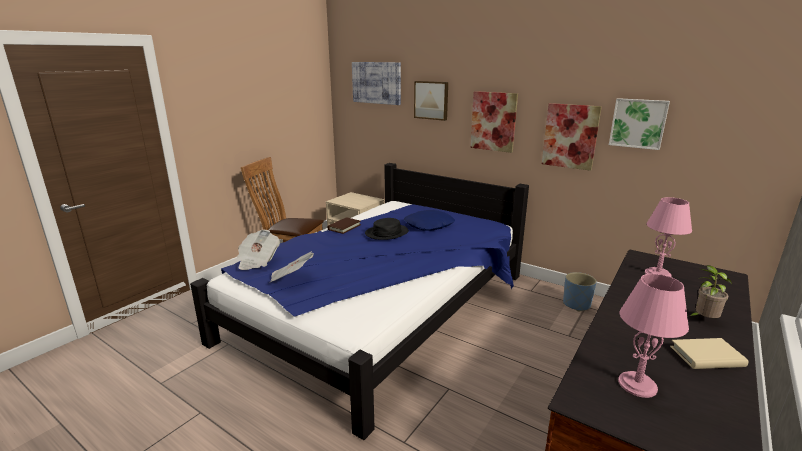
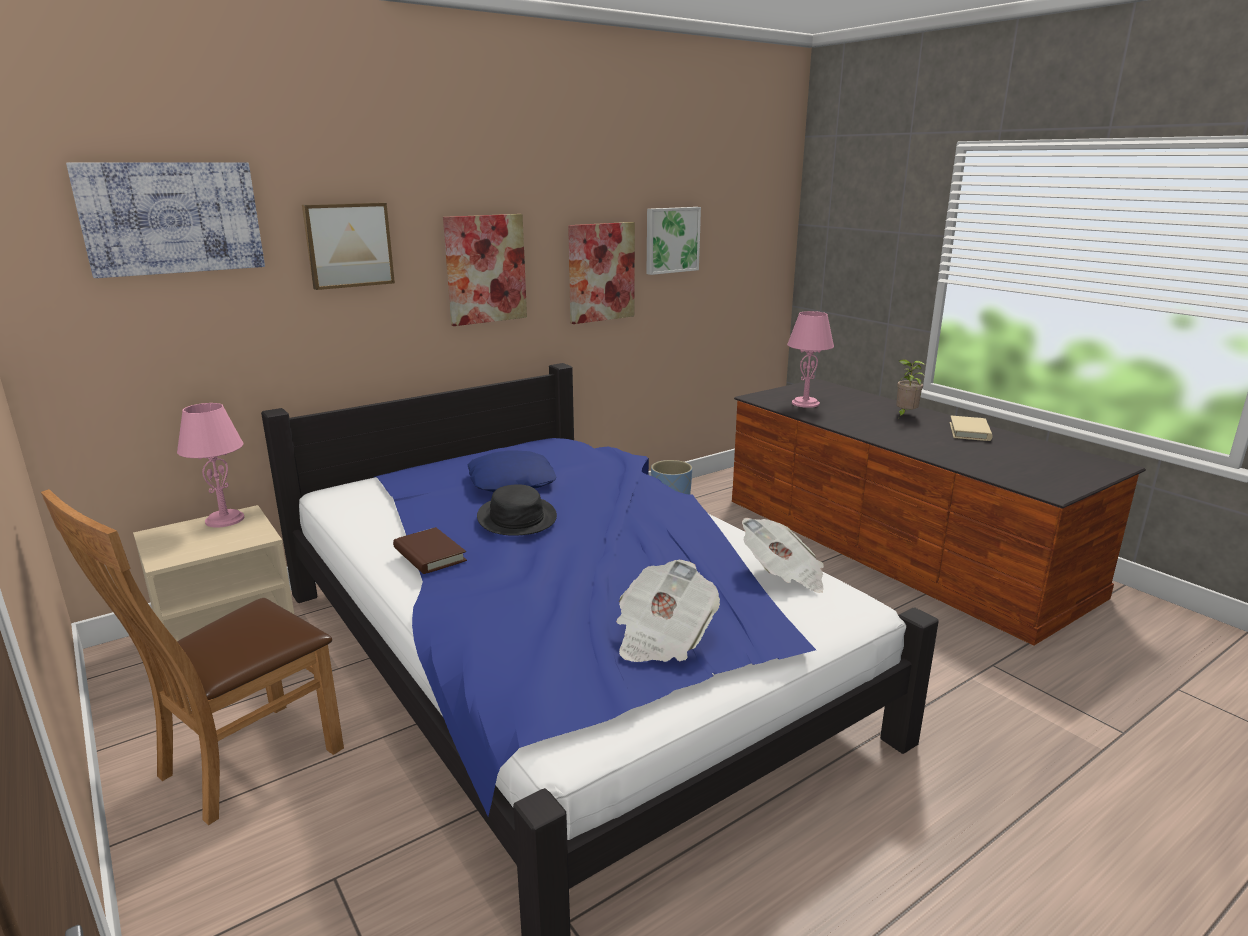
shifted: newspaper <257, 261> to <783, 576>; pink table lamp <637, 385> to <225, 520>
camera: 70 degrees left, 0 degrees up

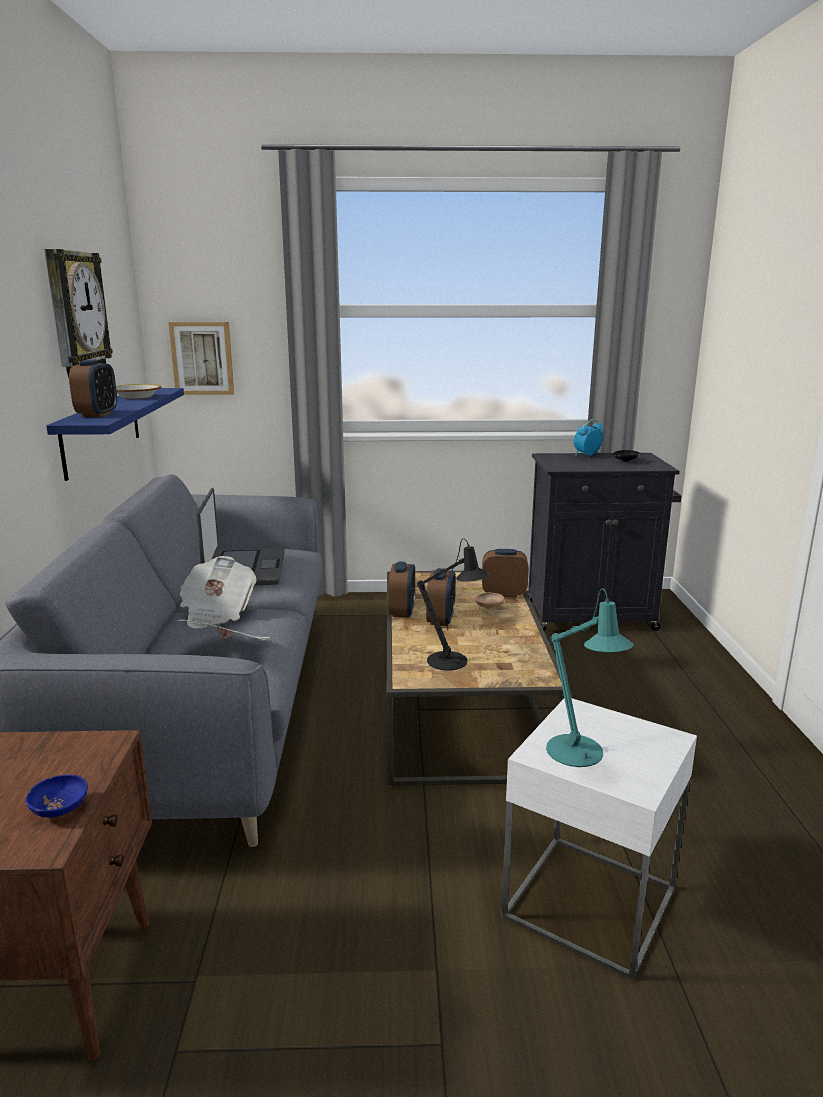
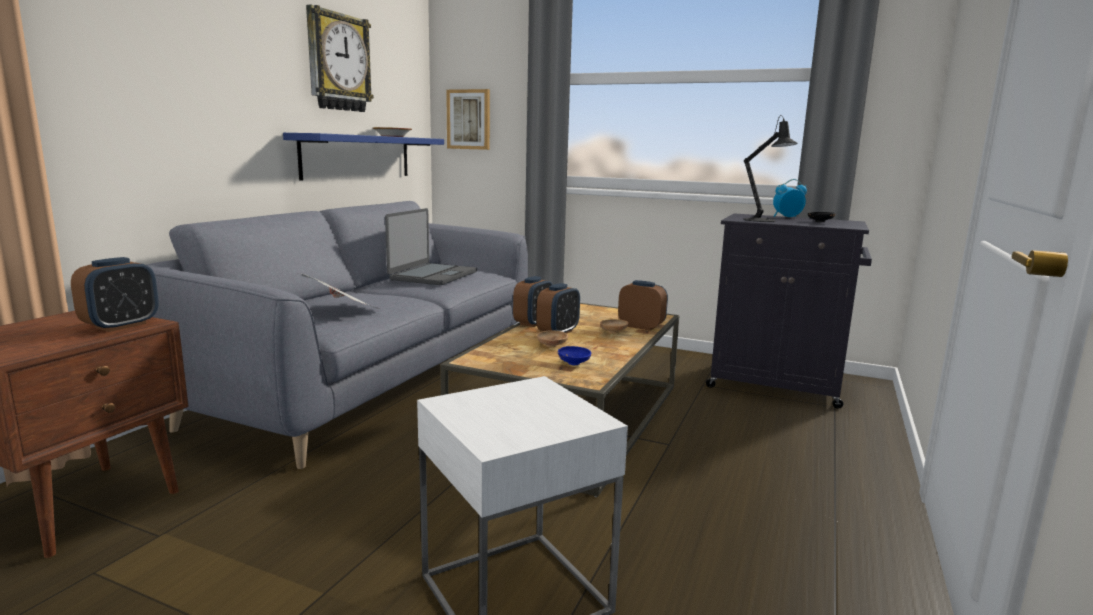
gone: newspaper <217, 612>; turquoise table lamp <579, 755>
new: brown bowl <552, 345>
shifted: alarm clock <97, 414> to <121, 325>; black table lamp <452, 662> to <763, 220>; blue bowl <60, 809> to <574, 363>
camera: 25 degrees right, 5 degrees down

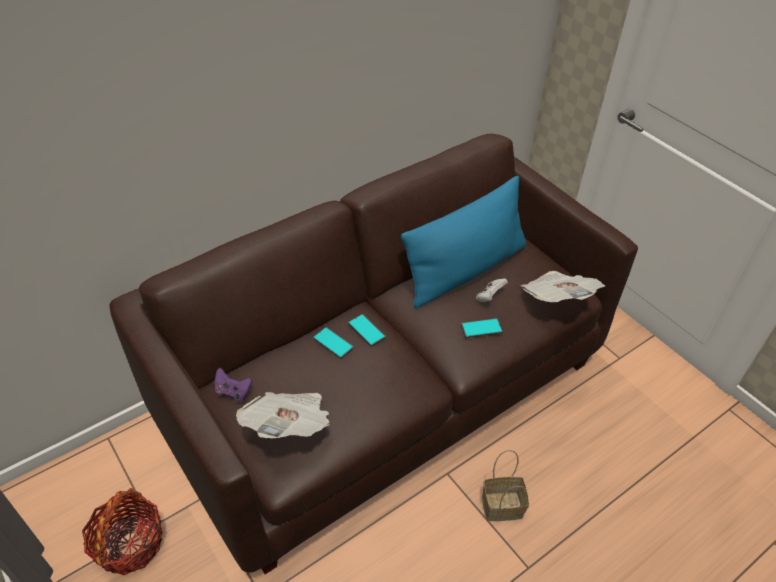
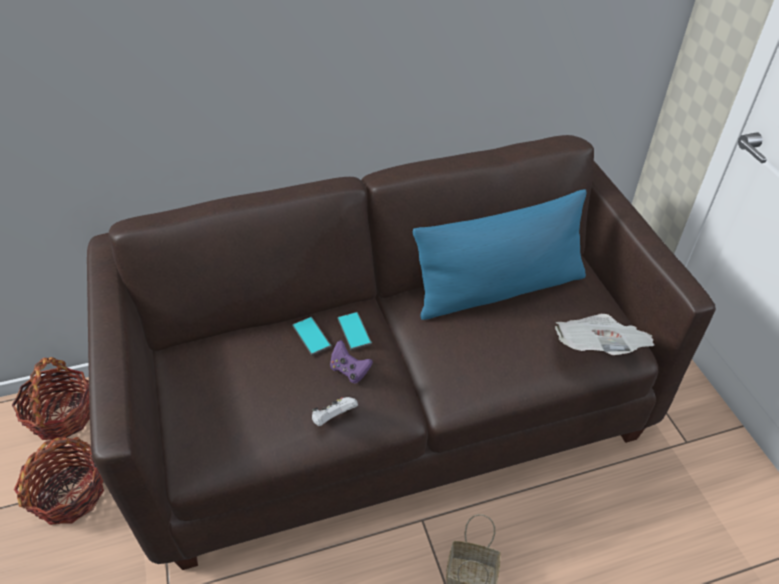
gone: phone <481, 328>; newspaper <289, 426>
new: basket <63, 415>
shifted: white game controller <489, 297> to <333, 418>; purple game controller <233, 392> to <349, 370>
camera: 20 degrees right, 0 degrees up

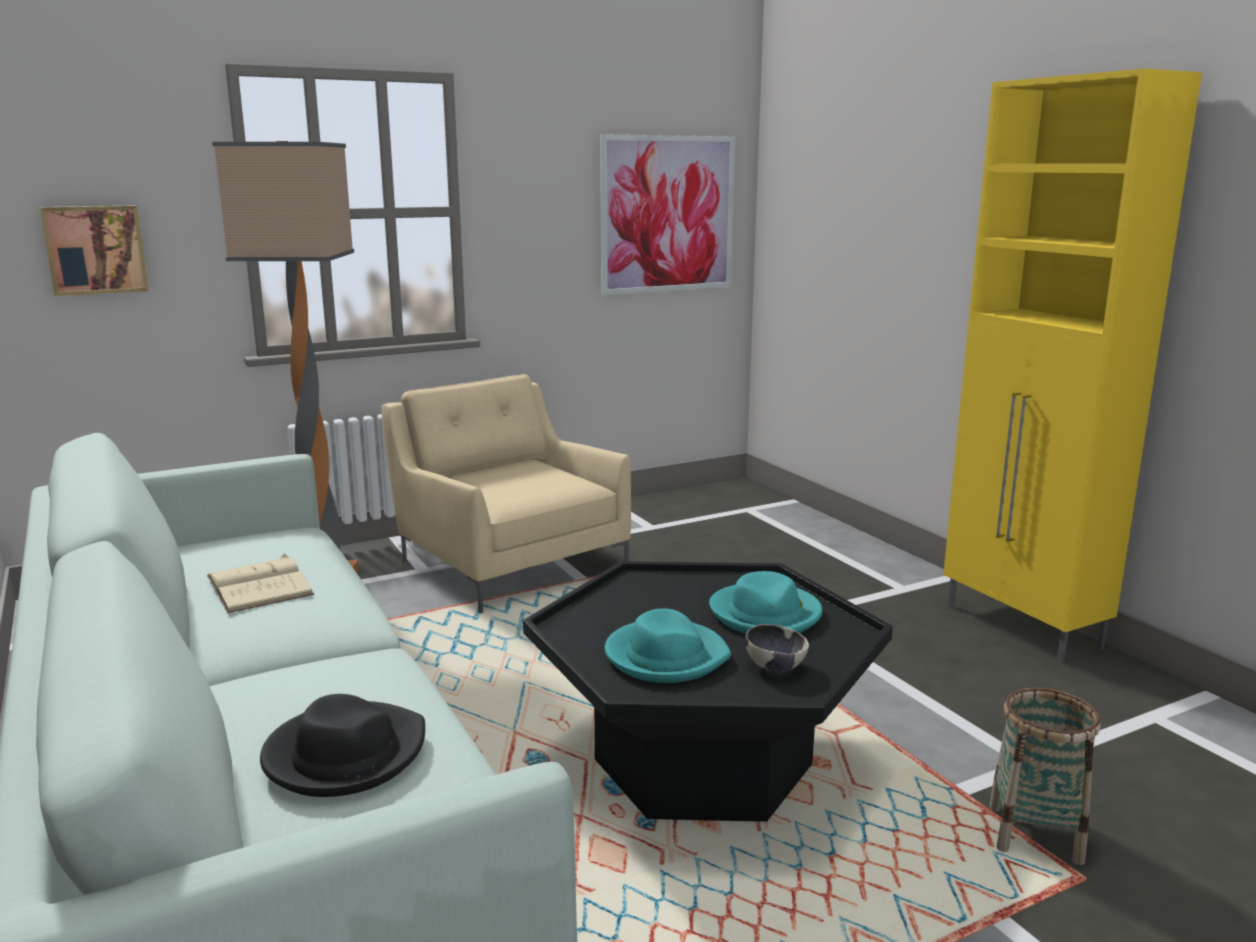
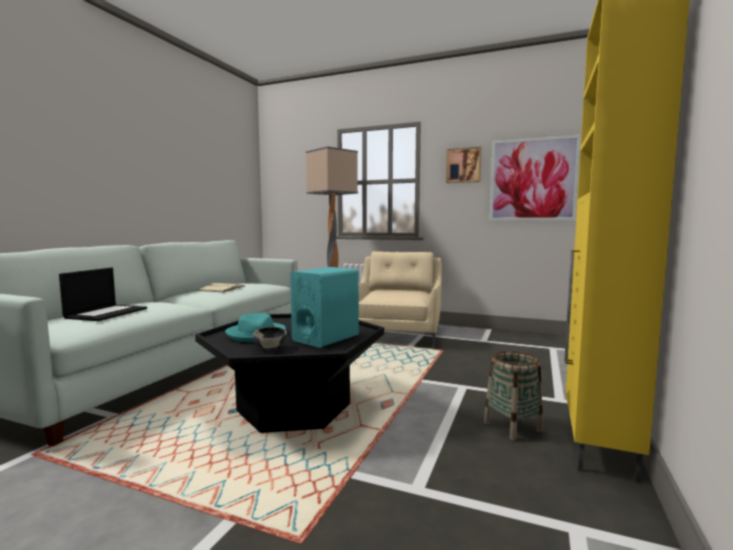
shifted: picture <95, 249> to <463, 165>; basket <1035, 833> to <512, 427>
swapped: turquoise hat <766, 614> to turquoise speaker <326, 338>; black hat <345, 754> to laptop <107, 313>
camera: 50 degrees right, 10 degrees down

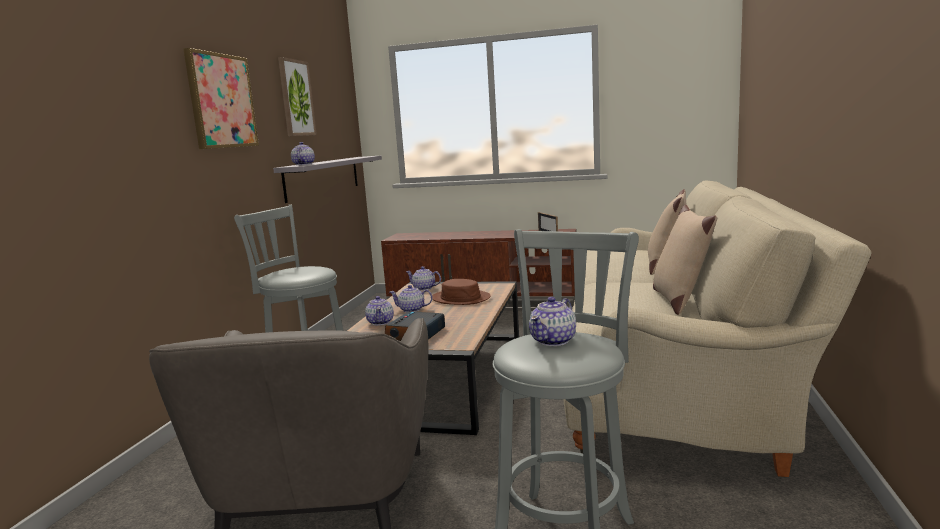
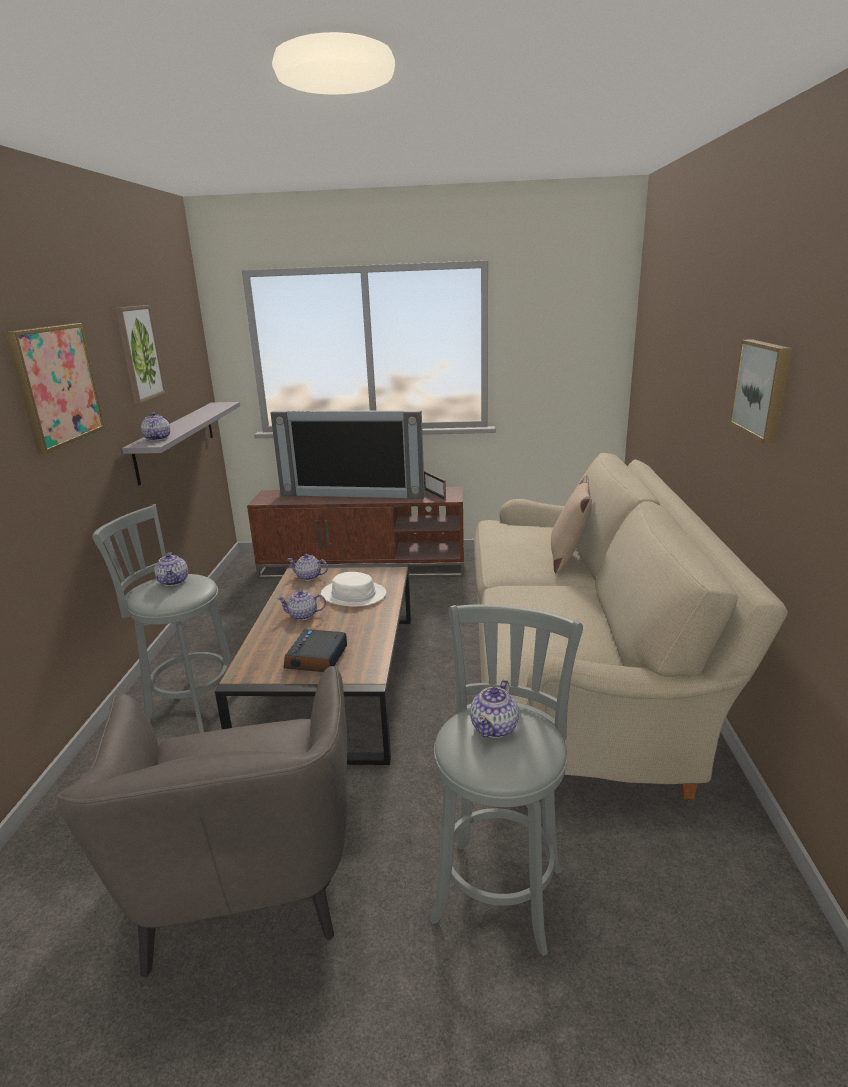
gone: beige pillow <679, 300>
new: picture <763, 389>; television <353, 494>
shifted: teapot <380, 322> to <174, 581>
repainted: brown hat <460, 298> to white hat <353, 594>
camera: 10 degrees left, 10 degrees up

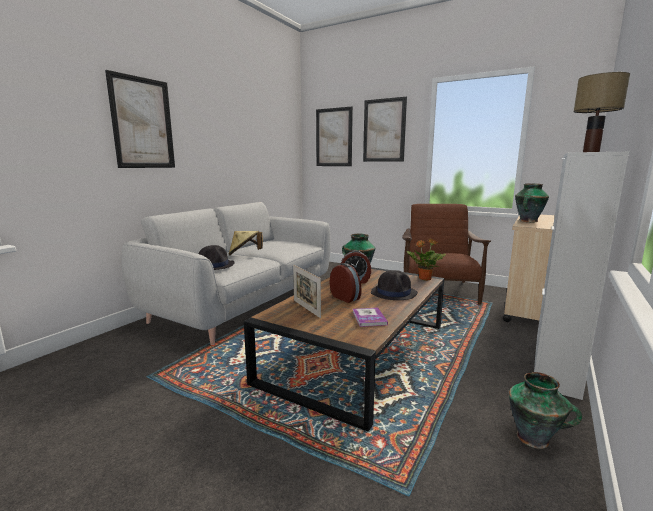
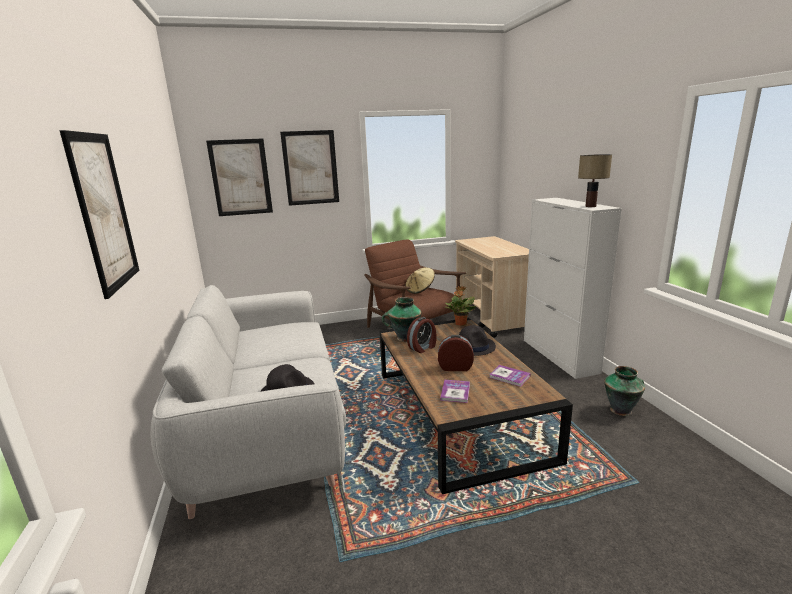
gone: vase <528, 221>
shifted: beige hat <245, 254> to <420, 290>
swapped: picture frame <306, 308> to book <455, 392>
camera: 45 degrees left, 5 degrees up

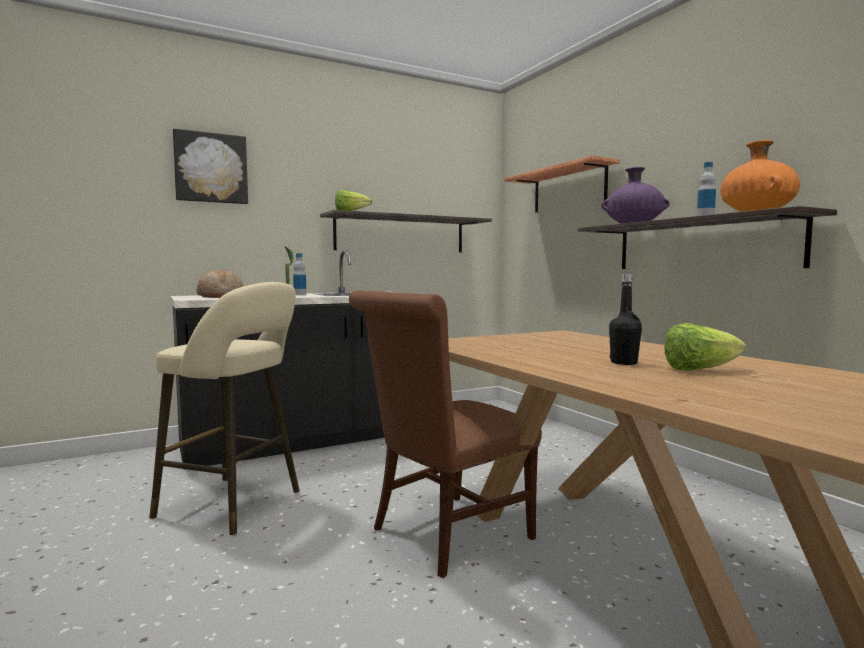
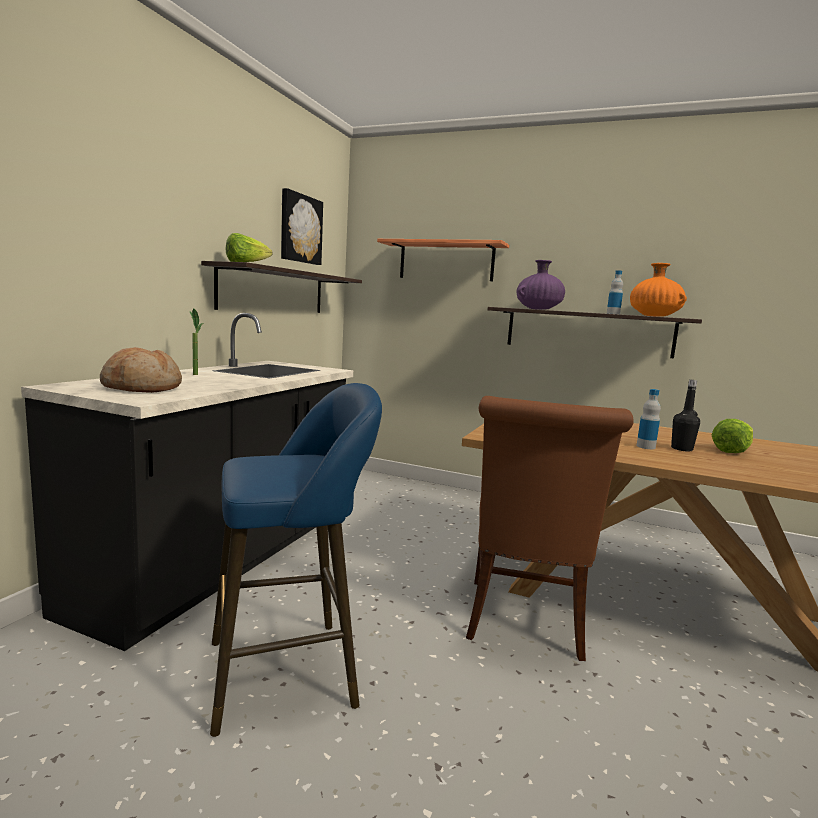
shifted: picture <211, 168> to <300, 229>; bottle <300, 295> to <645, 447>
repainted: beige stool <235, 505> to blue stool <291, 670>
camera: 40 degrees left, 5 degrees up

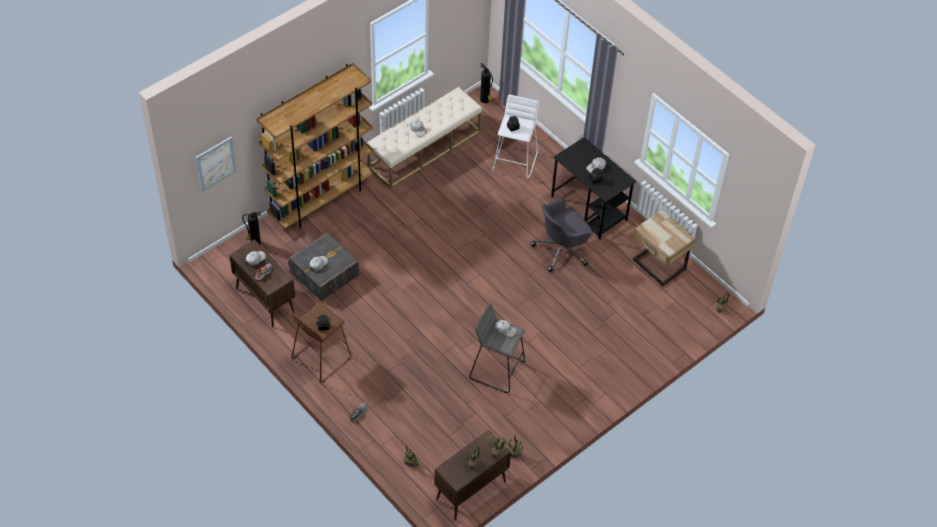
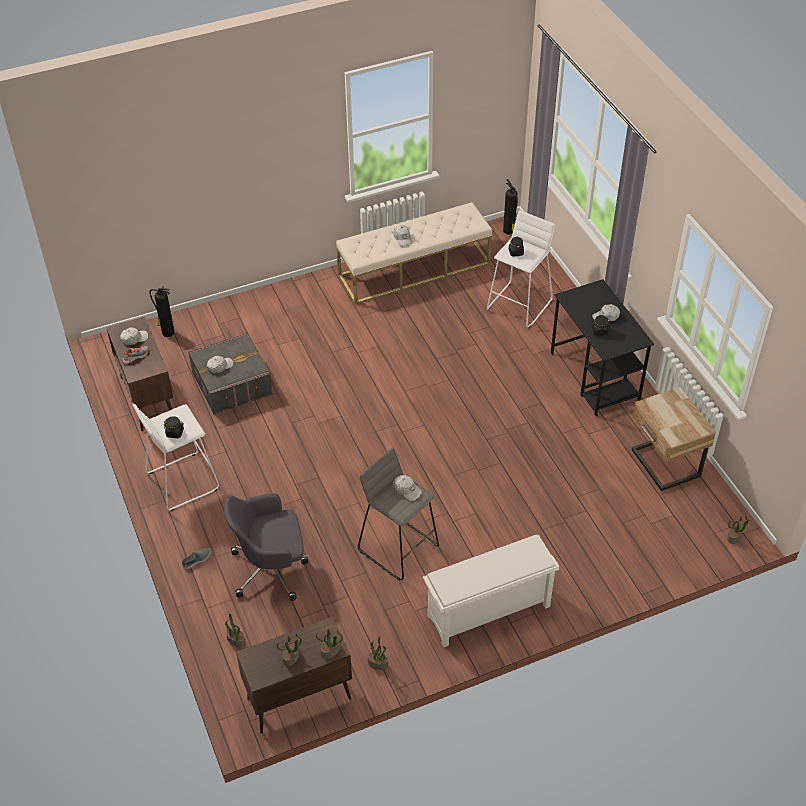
gone: brown bookcase <321, 200>; picture <215, 163>
new: white shoe rack <487, 612>
shifted: grey office chair <562, 250> to <271, 569>
repainted: brown stool <321, 358> to white stool <182, 481>
camera: 20 degrees right, 5 degrees down

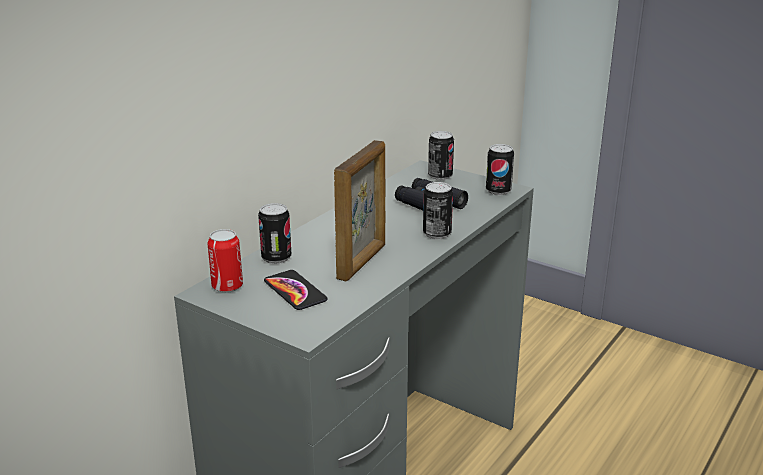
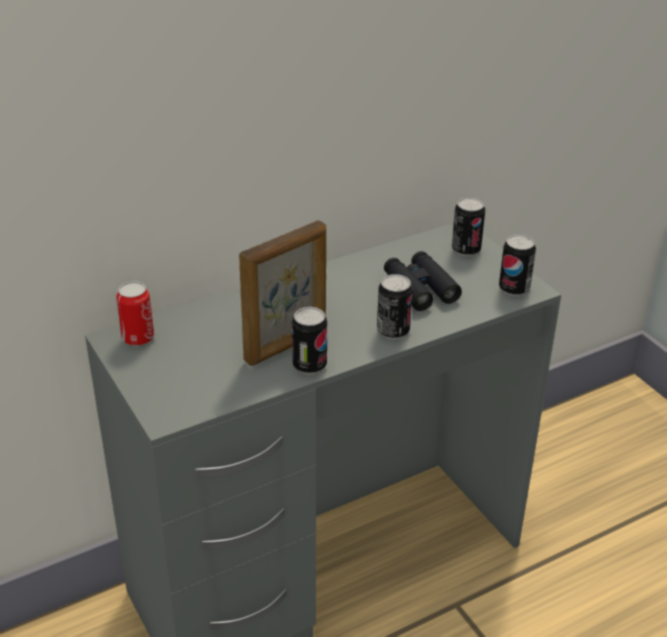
gone: phone <295, 291>
shifted: can <276, 258> to <309, 365>
camera: 25 degrees right, 10 degrees up

